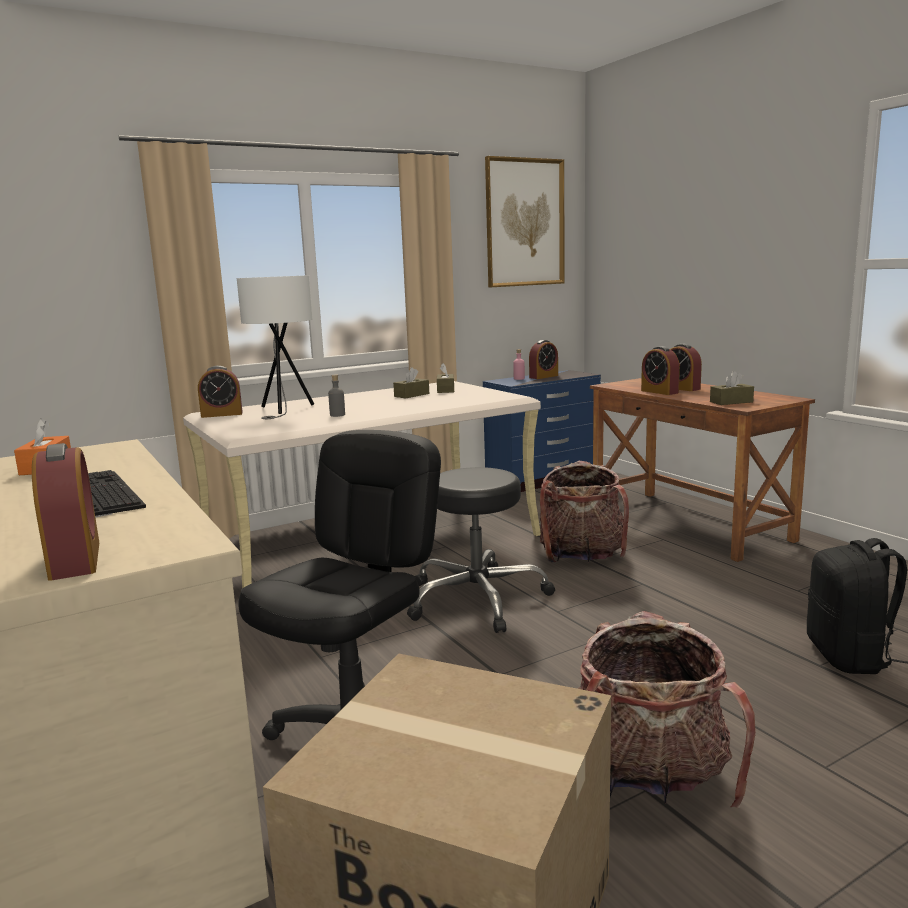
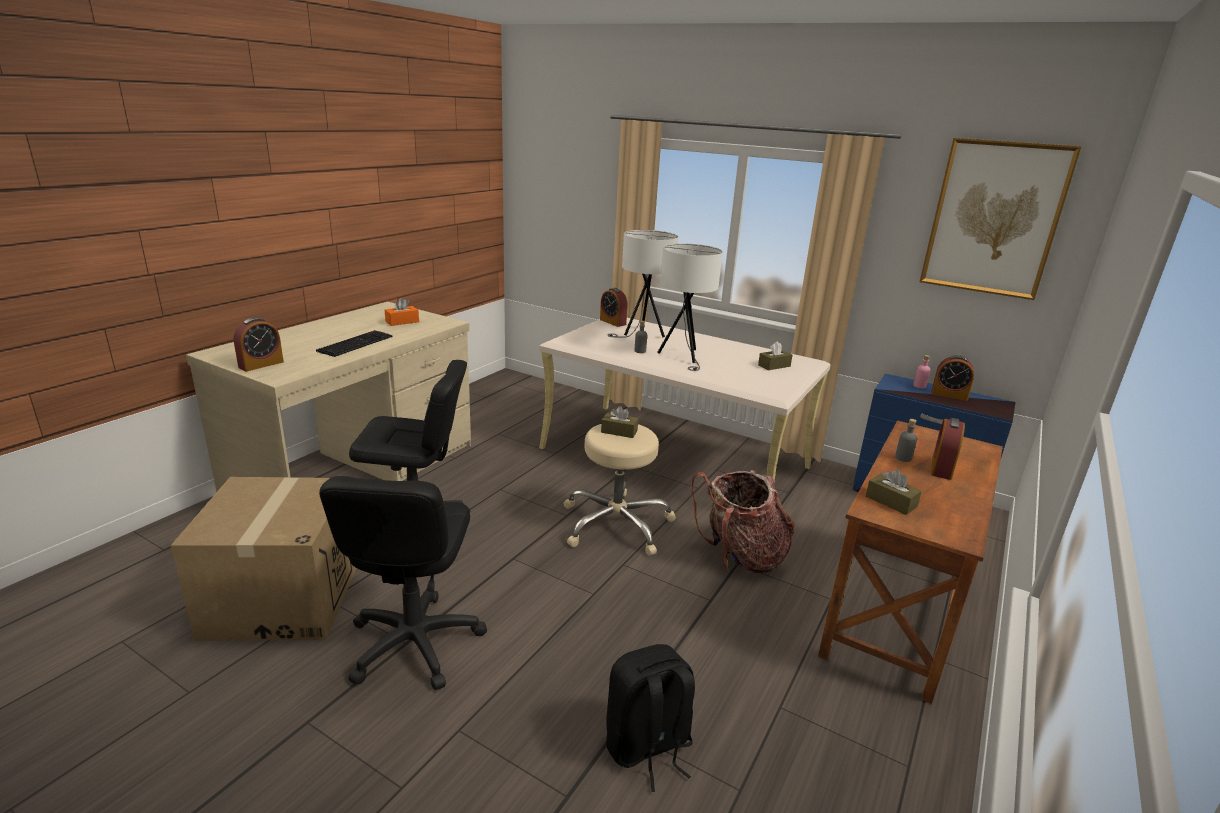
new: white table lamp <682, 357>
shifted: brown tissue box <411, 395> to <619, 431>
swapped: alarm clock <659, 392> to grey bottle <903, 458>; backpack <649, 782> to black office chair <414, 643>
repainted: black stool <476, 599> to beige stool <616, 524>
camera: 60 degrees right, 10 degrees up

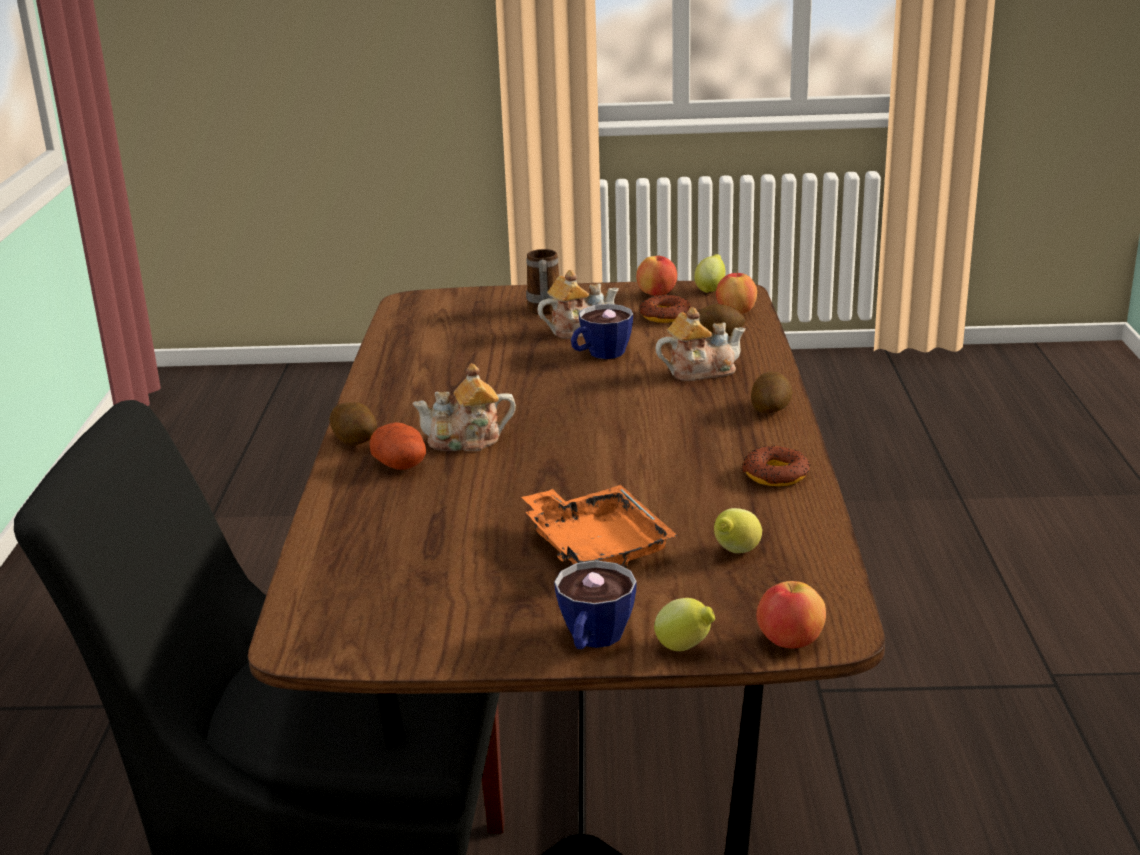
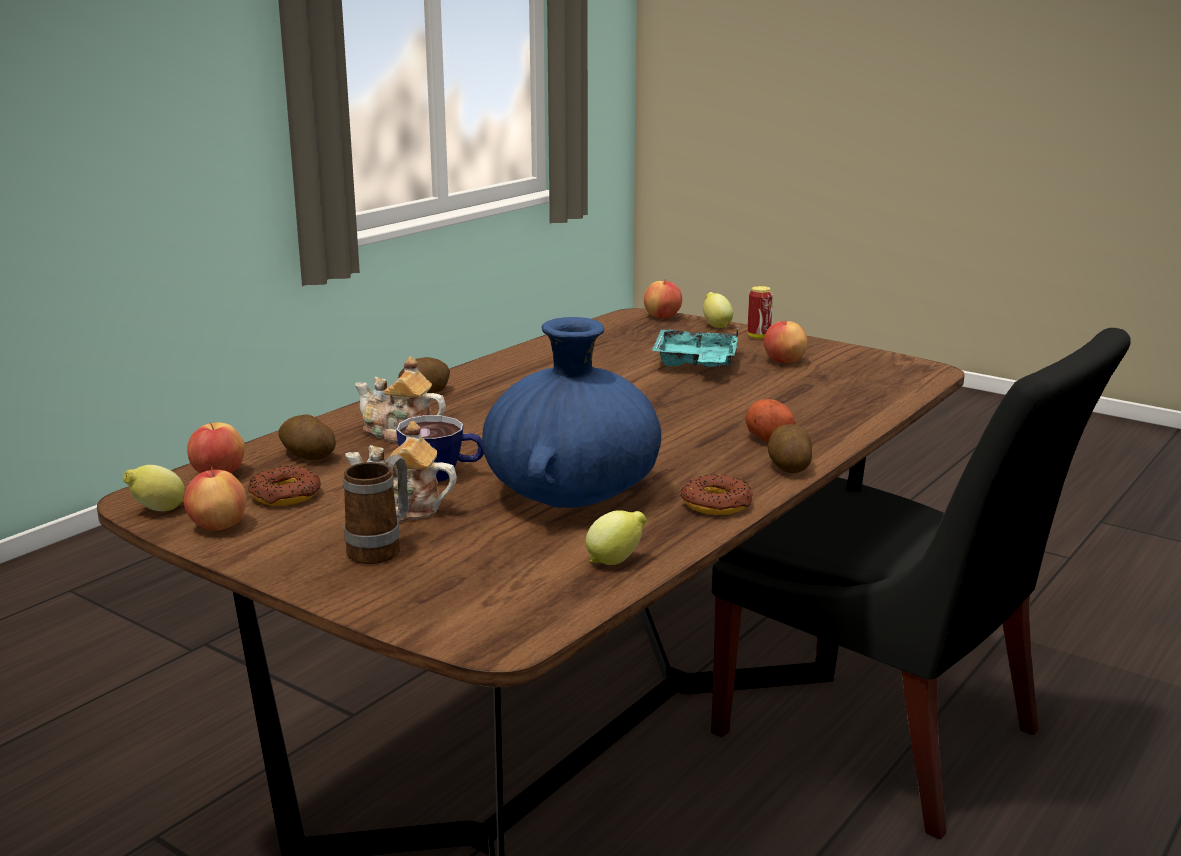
gone: teapot <466, 441>
new: blue vase <573, 495>; apple <784, 361>
shifted: donut <775, 474> to <716, 504>; lemon <735, 553> to <616, 561>
swapped: cup <593, 641> to can <758, 337>
repainted: orange tray <596, 546> to turquoise tray <696, 364>
camera: 145 degrees left, 5 degrees down

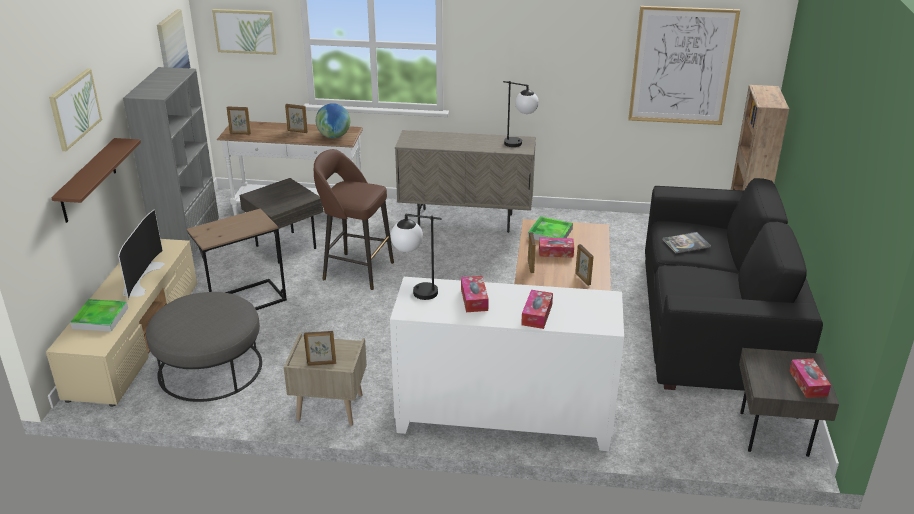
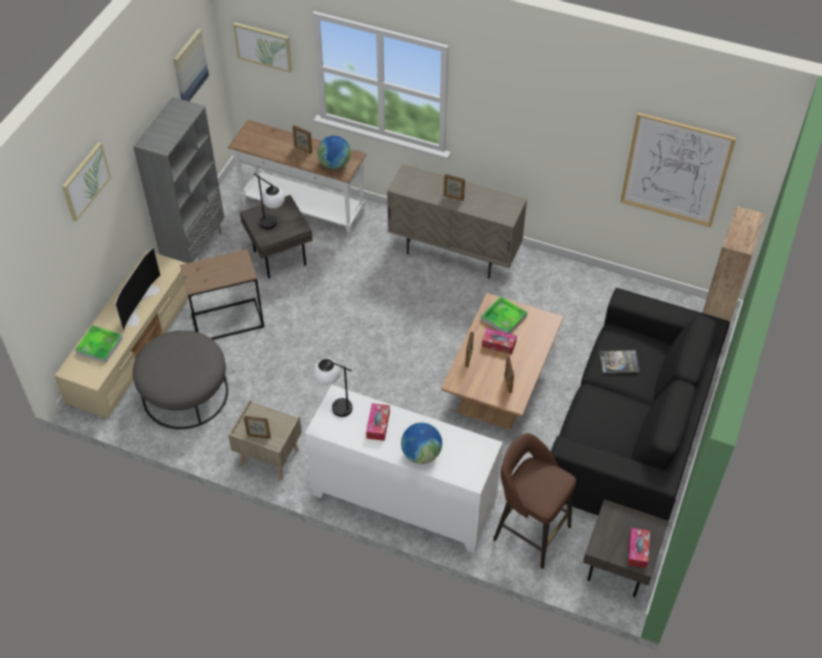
gone: brown shelf <88, 181>
shifted: table lamp <520, 144> to <273, 226>; picture frame <240, 133> to <453, 197>; brown stool <356, 270> to <530, 531>
swapped: tissue box <537, 314> to globe <421, 454>
camera: 15 degrees right, 20 degrees up

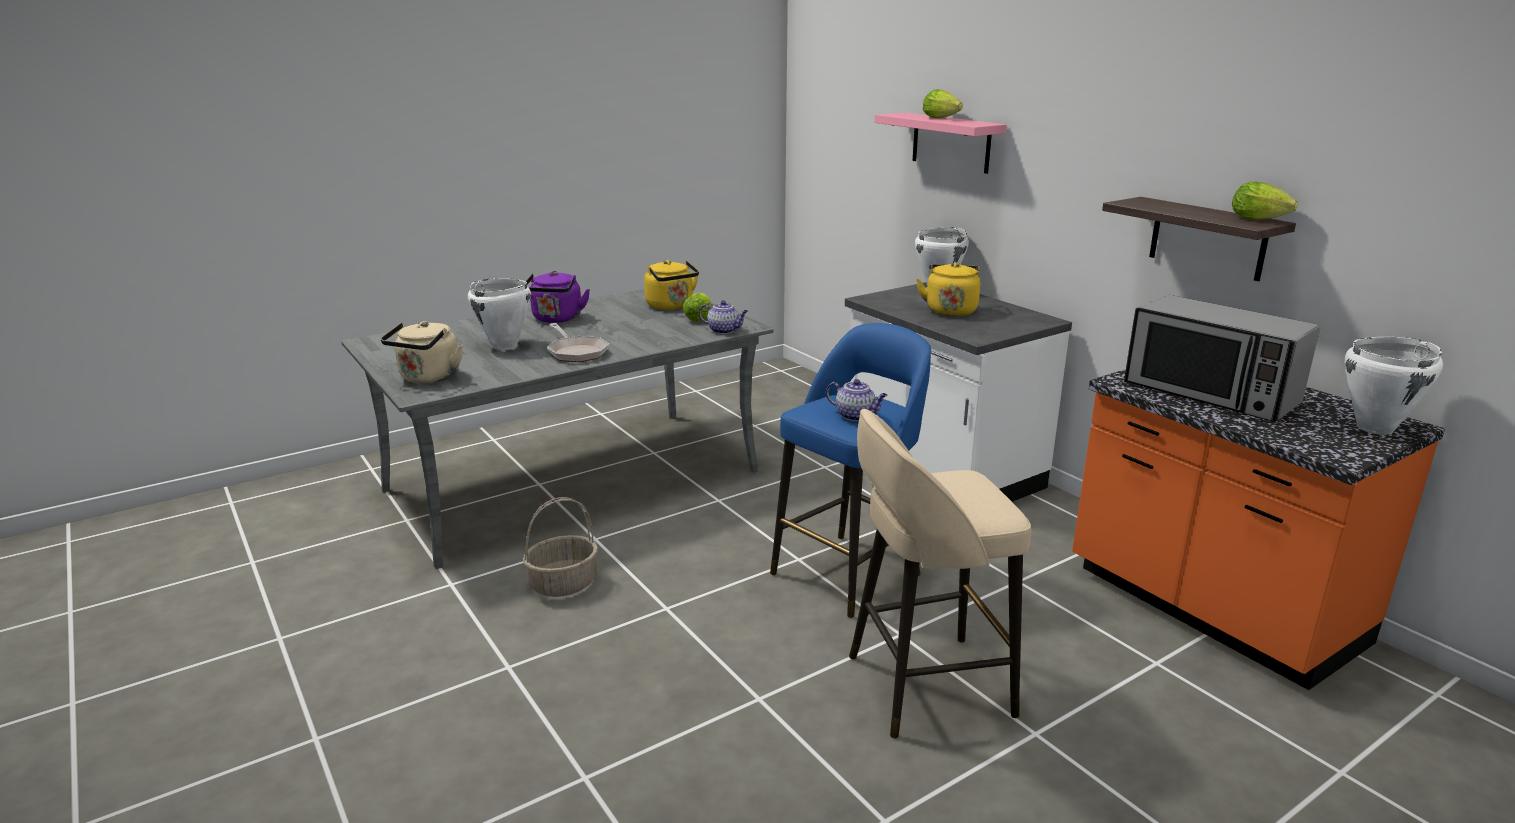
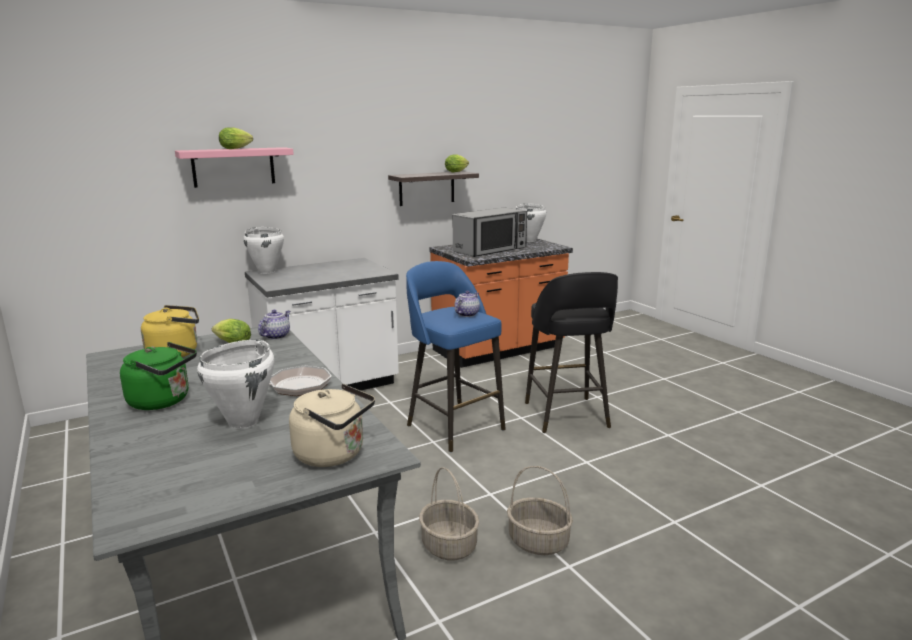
gone: yellow kettle <950, 310>
new: basket <537, 542>
repainted: purple kettle <557, 319> to green kettle <163, 401>; beige stool <924, 686> to black stool <567, 416>
camera: 85 degrees left, 5 degrees down

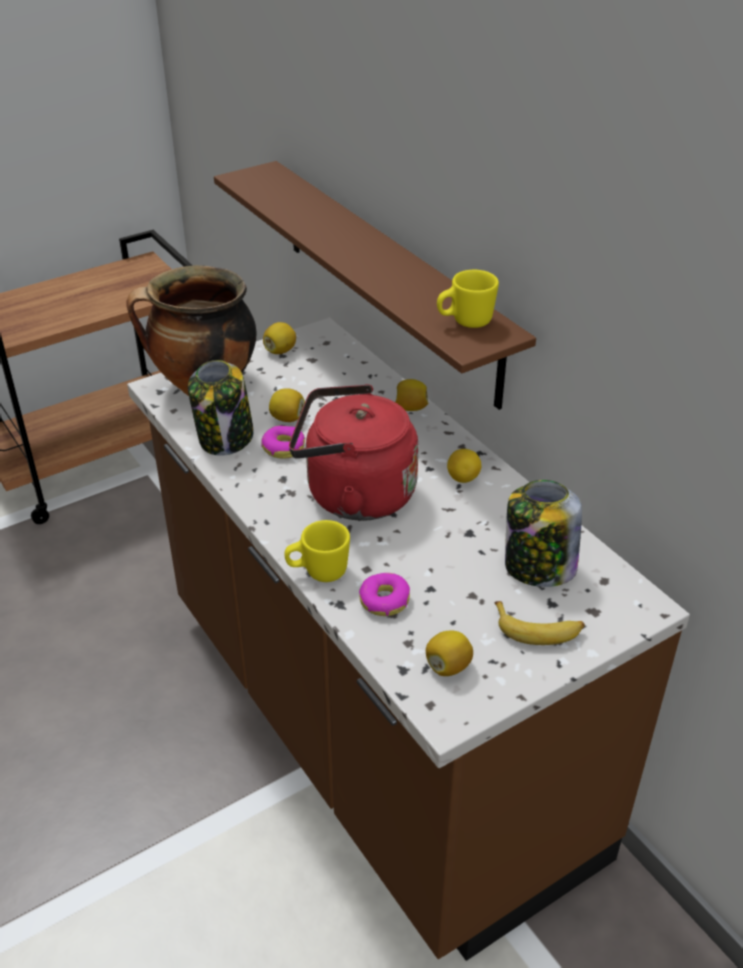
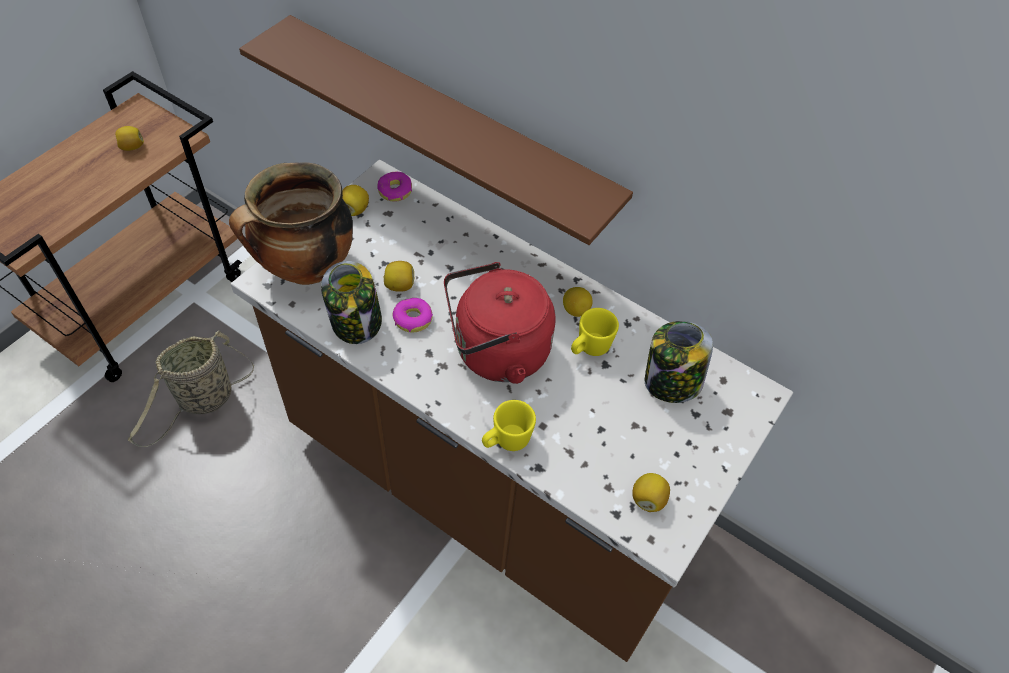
gone: banana <538, 629>
new: basket <203, 401>
shifted: yellow mug <465, 322> to <589, 348>; lemon <410, 408> to <132, 147>; donut <384, 601> to <395, 191>
camera: 25 degrees left, 15 degrees up

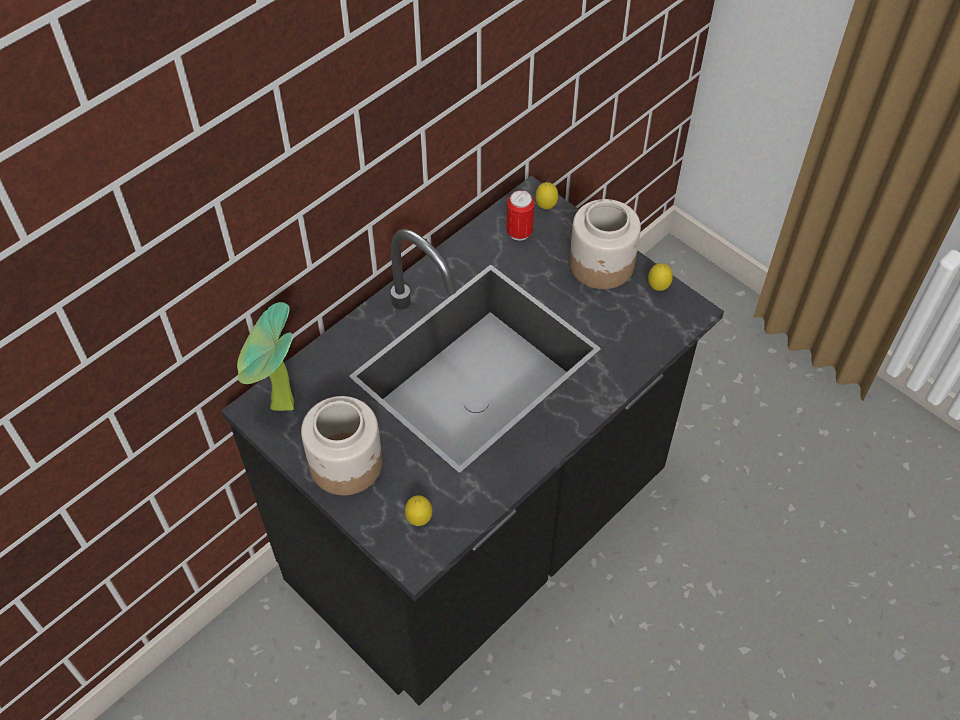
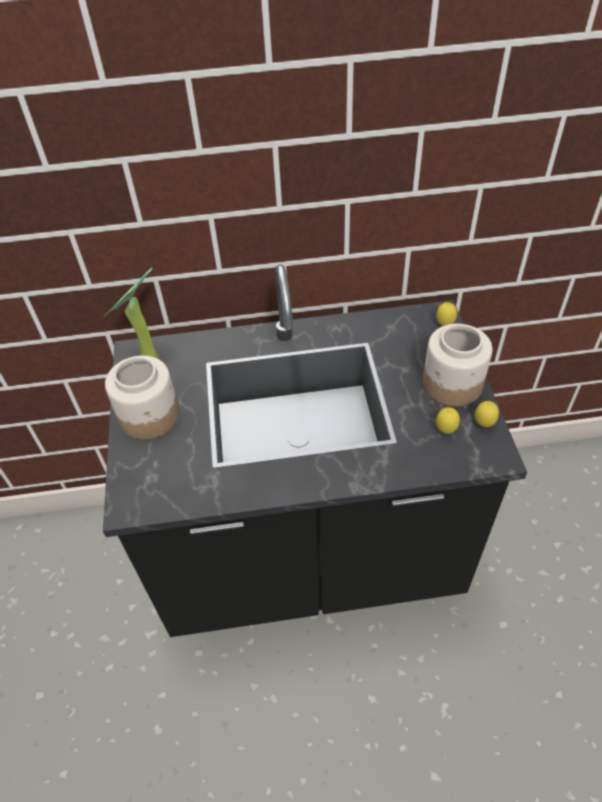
gone: can <519, 232>
shifted: lemon <419, 520> to <445, 431>
camera: 40 degrees right, 5 degrees down

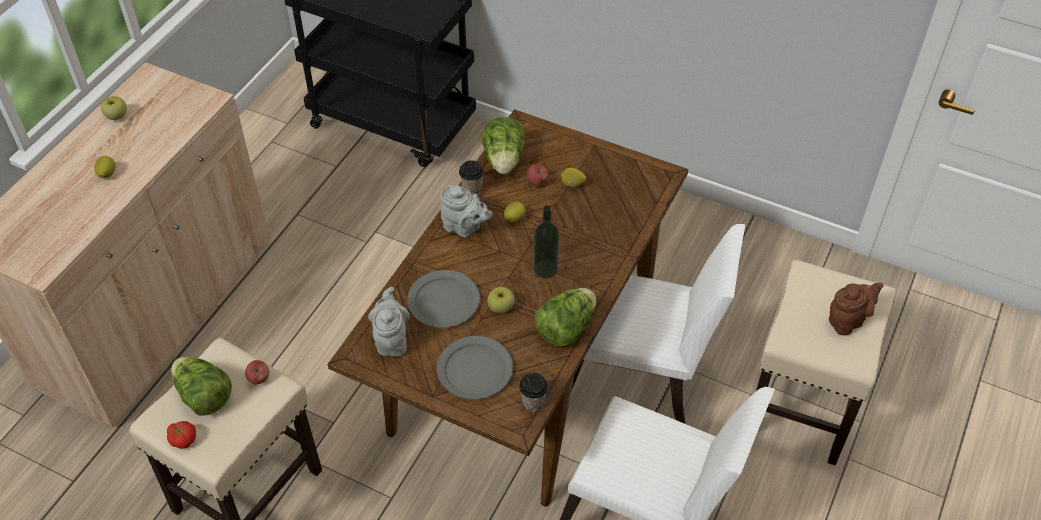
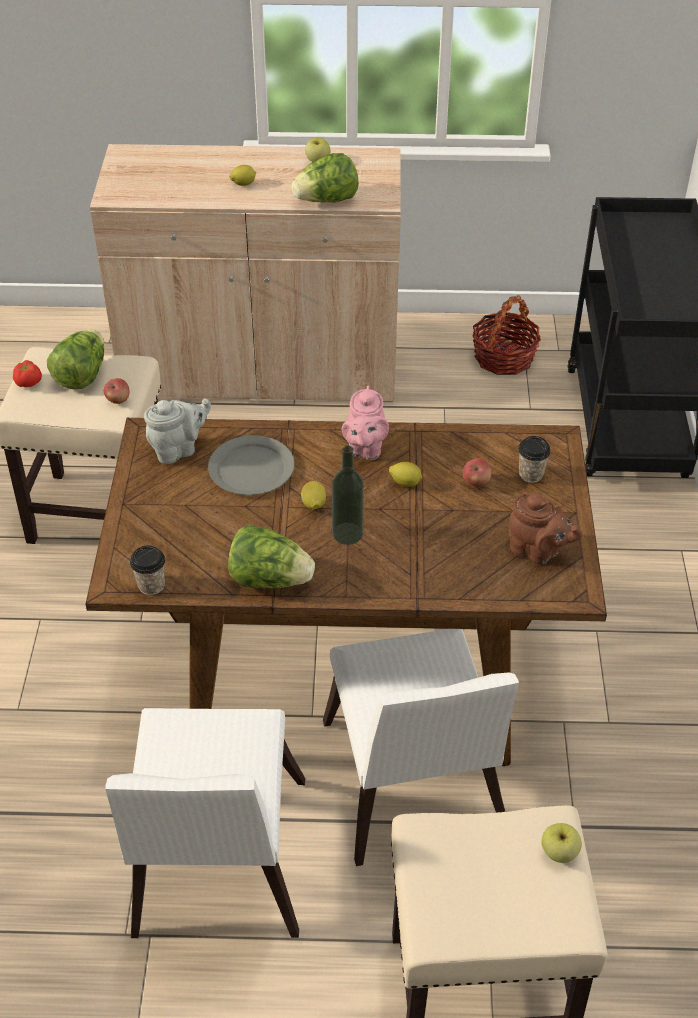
gone: grey plate <474, 370>
new: basket <504, 358>
shifted: lettuce <504, 160> to <326, 200>; cup <472, 189> to <530, 474>; lemon <572, 184> to <313, 504>; brown teapot <848, 320> to <538, 551>; apple <501, 308> to <559, 852>
repainted: grey teapot <464, 228> to pink teapot <365, 449>
camera: 65 degrees right, 5 degrees down

